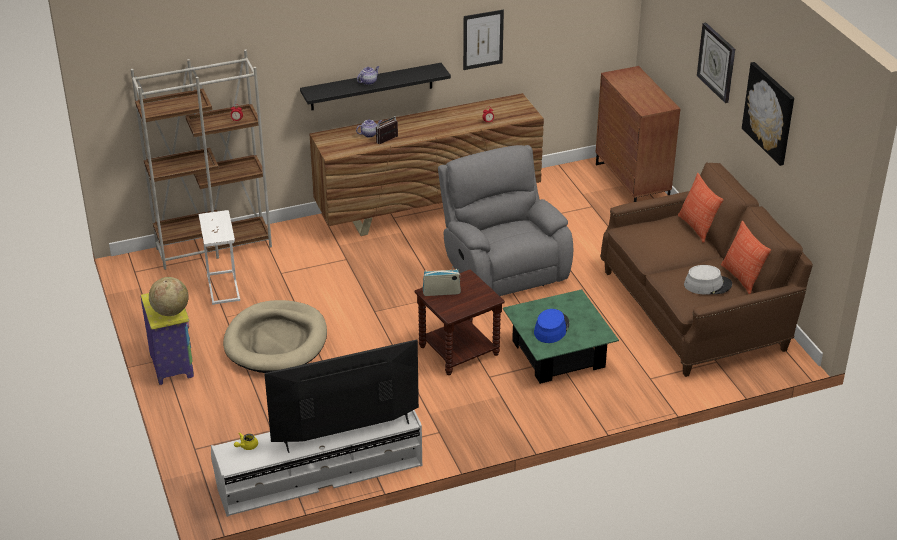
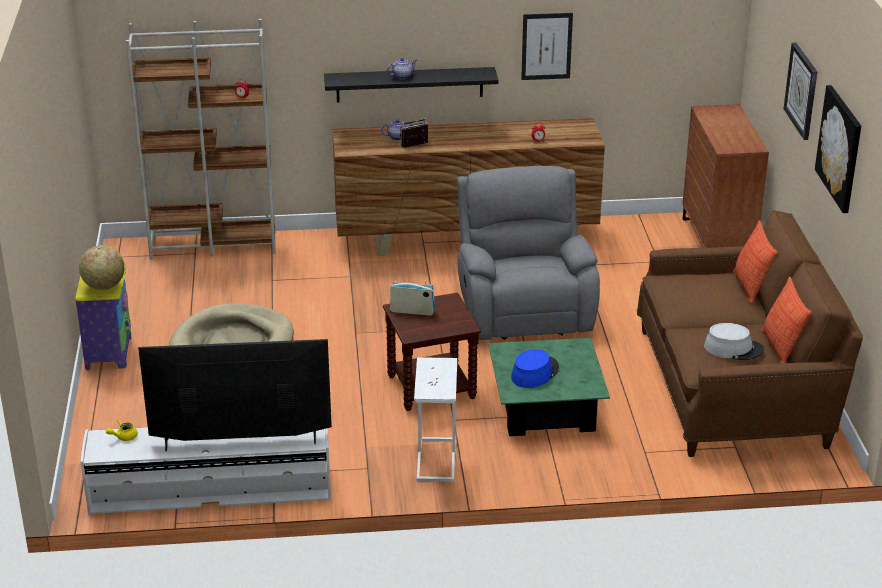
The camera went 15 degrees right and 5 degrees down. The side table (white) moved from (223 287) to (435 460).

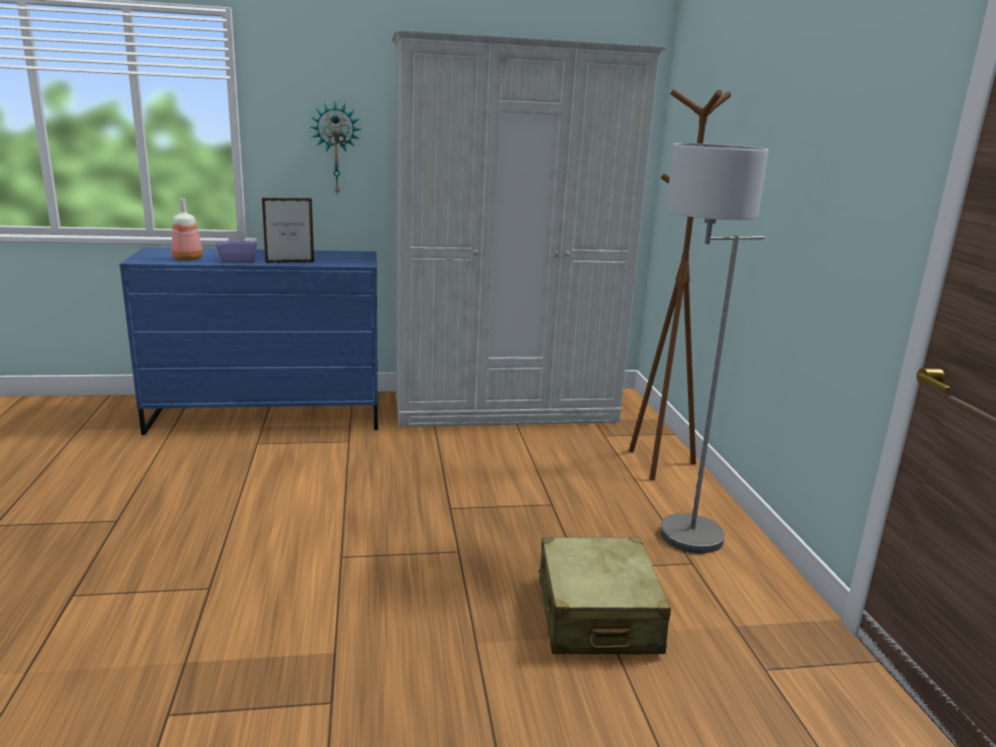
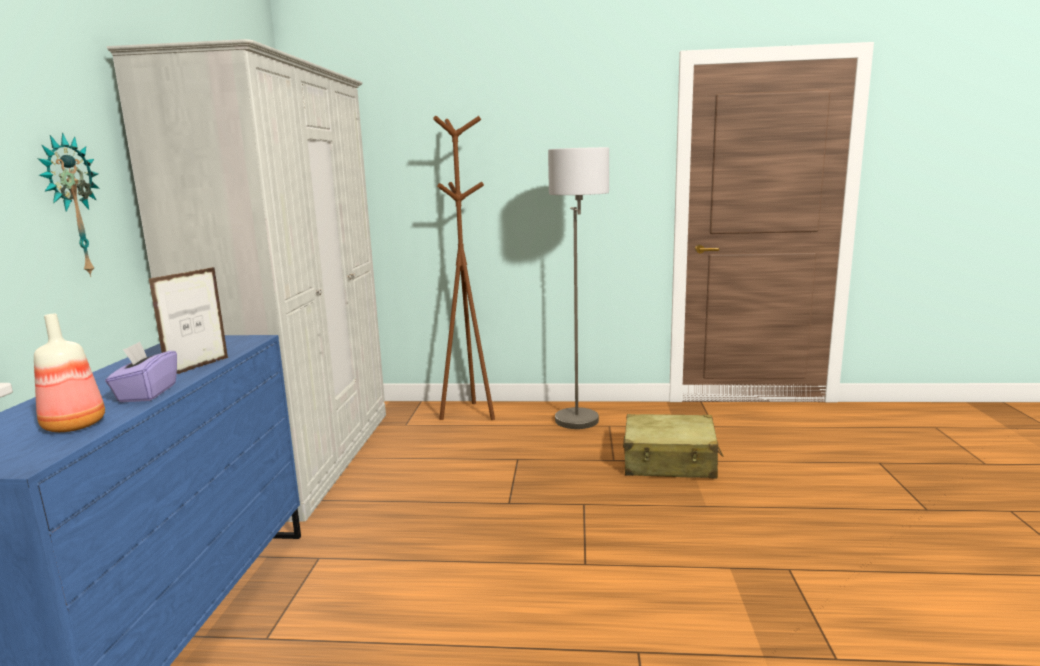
The camera went 75 degrees left and 5 degrees down. The picture frame at (289 262) turned 150 degrees counterclockwise.

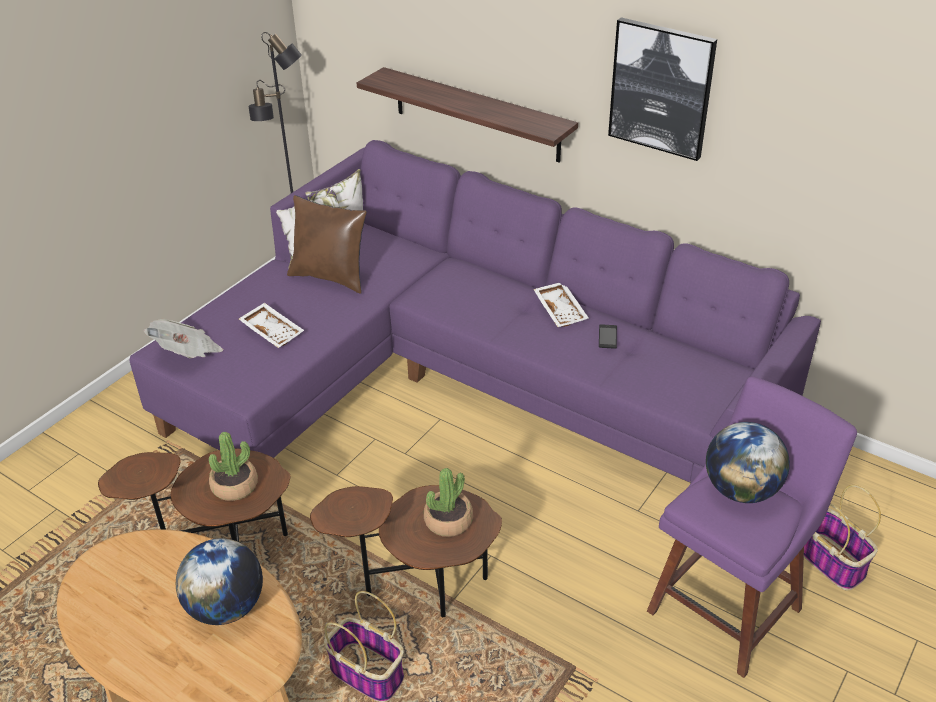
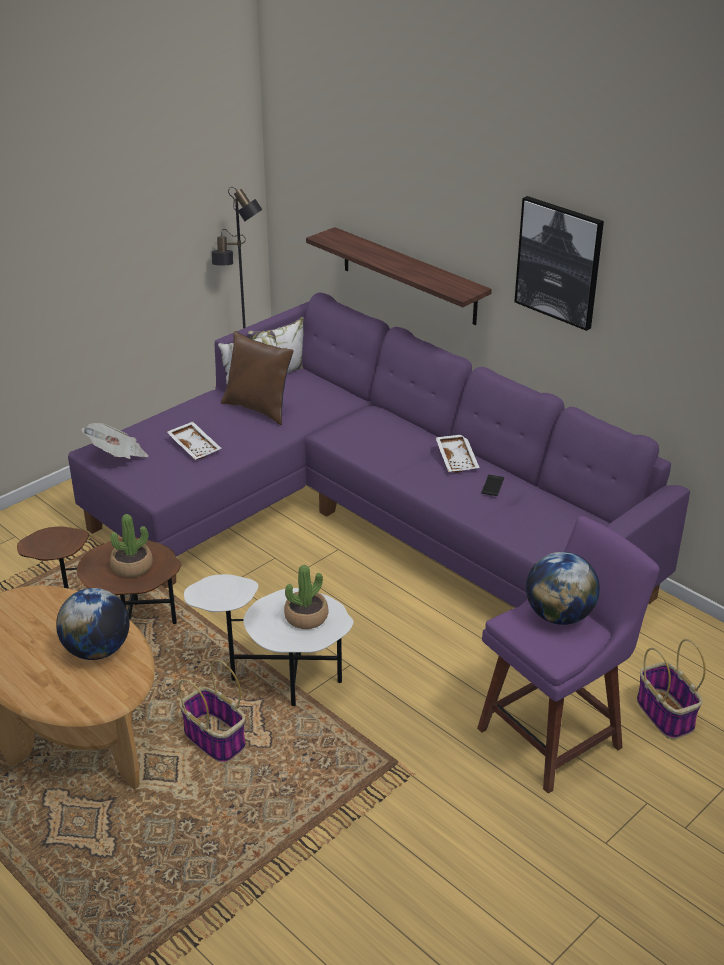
The camera went 10 degrees right and 5 degrees down. The side table (brown) at (420 588) became the side table (white) at (280 681).

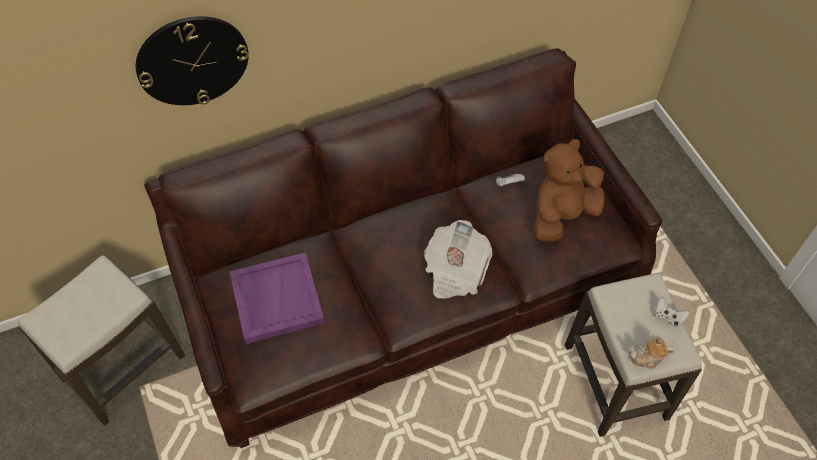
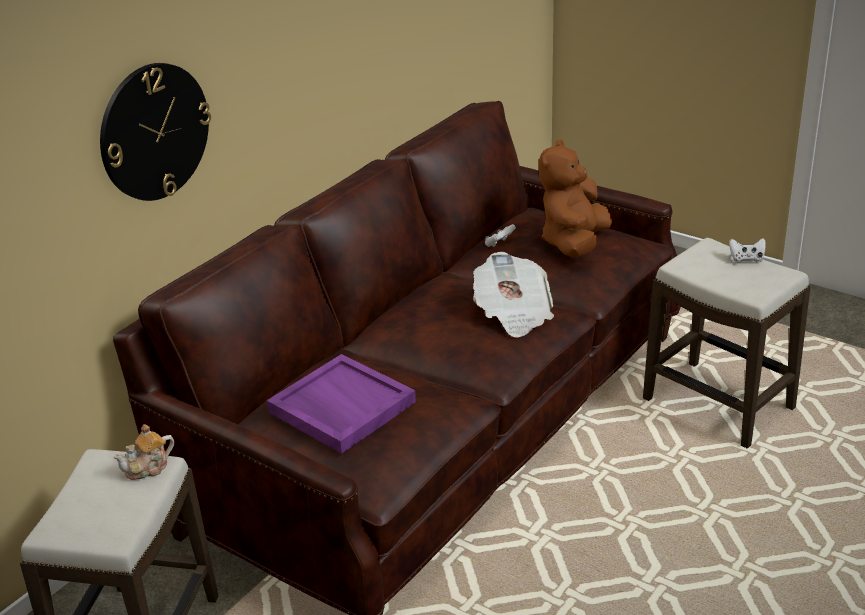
The camera went 30 degrees left and 25 degrees down. The teapot moved from (647 358) to (148 468).

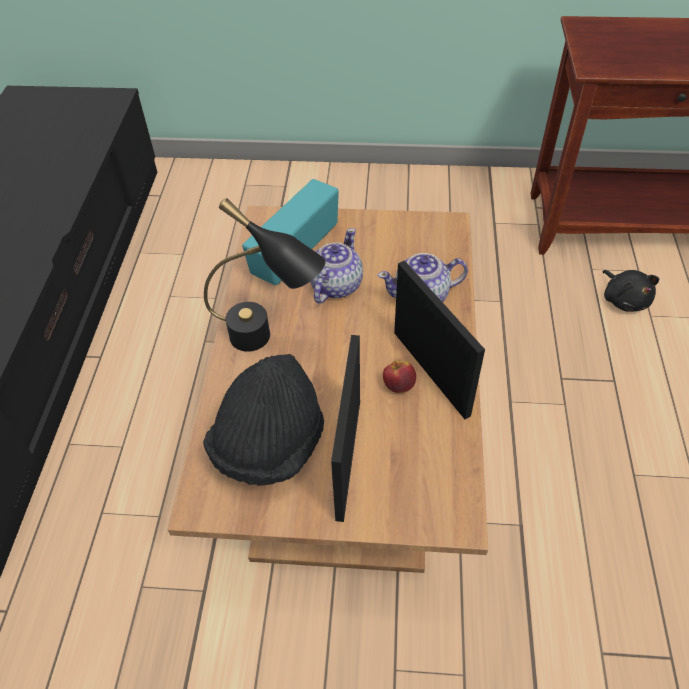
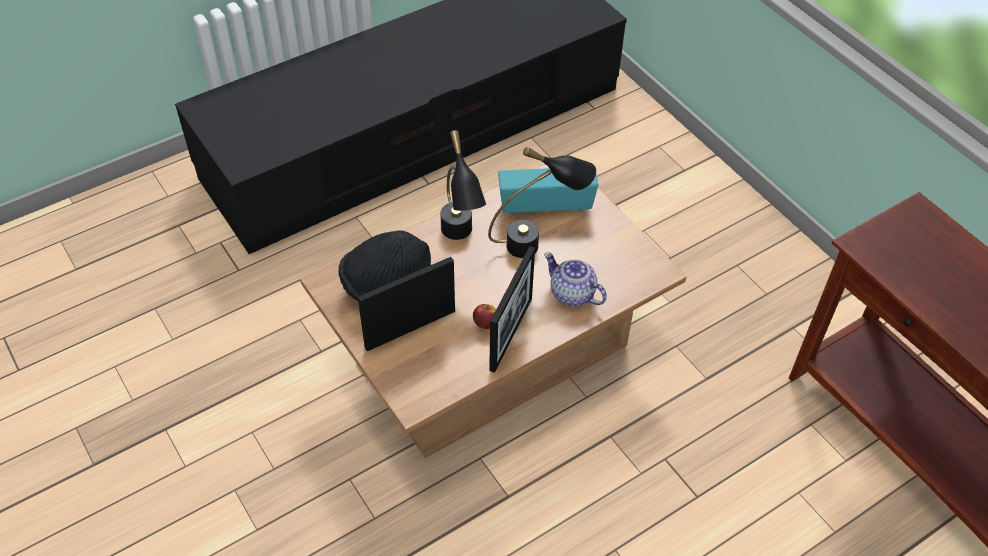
The camera went 50 degrees right and 0 degrees up. The teapot at (335 285) was replaced by the table lamp (black) at (538 243). The plush toy (black) at (624 299) disappeared.

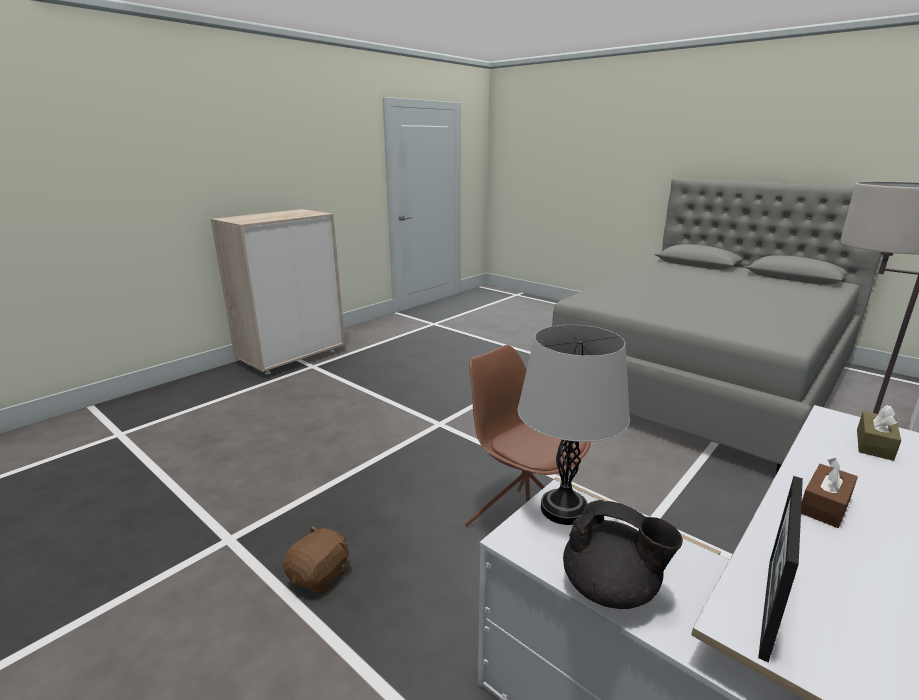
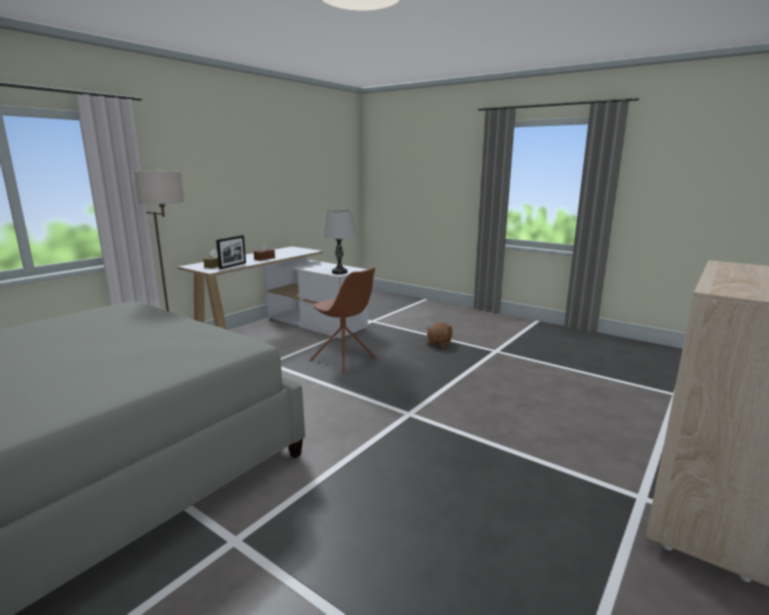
The camera went 175 degrees right and 5 degrees down. The teapot (black) at (611 589) disappeared. The picture frame moved from (769 606) to (233 266).

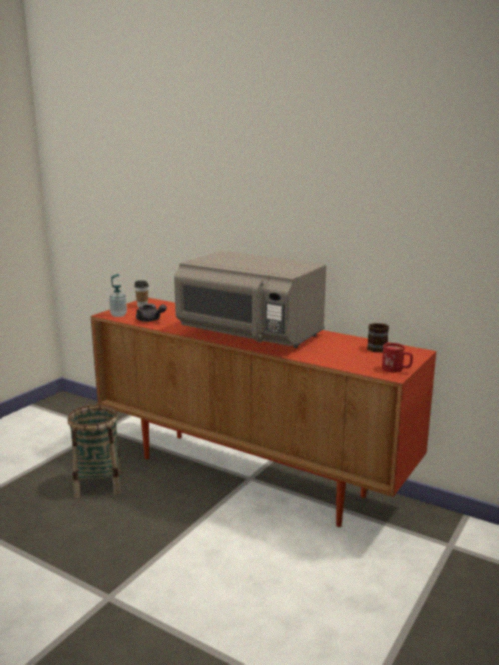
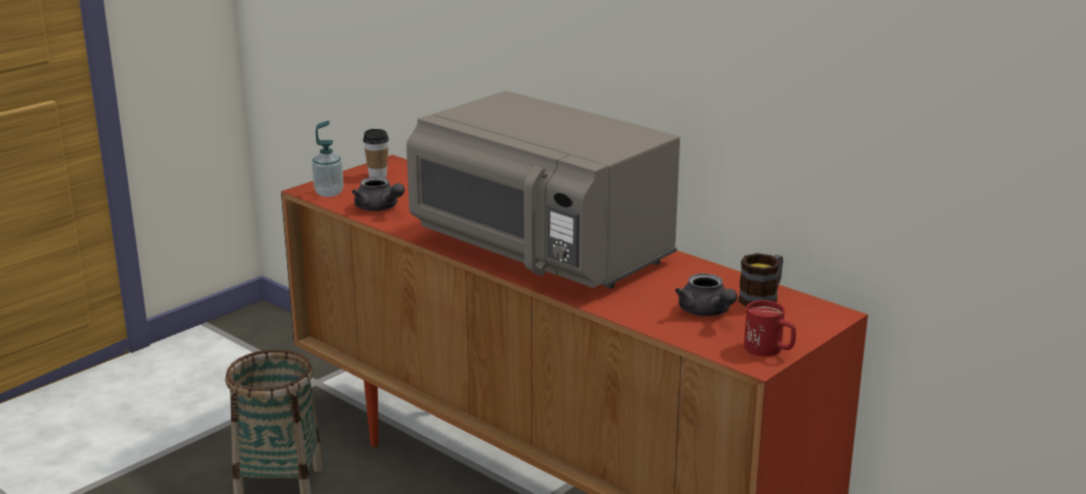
The camera went 10 degrees right and 5 degrees up. The teapot (grey) at (707 312) appeared.

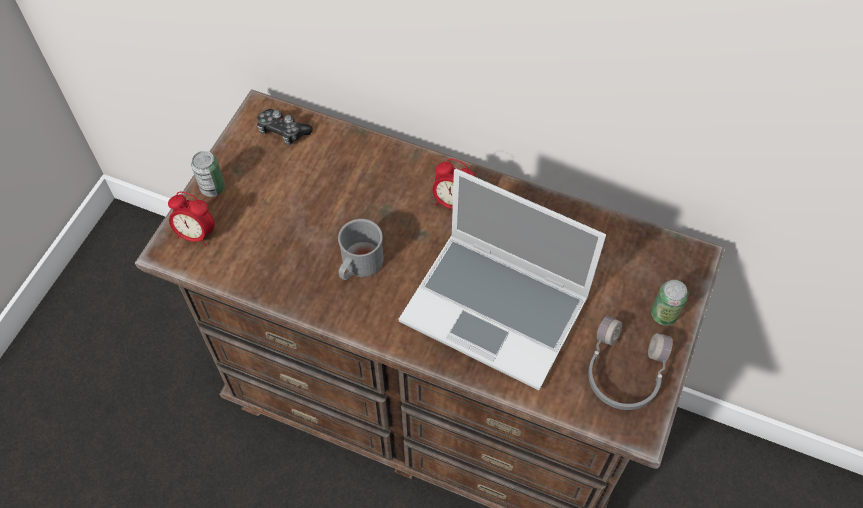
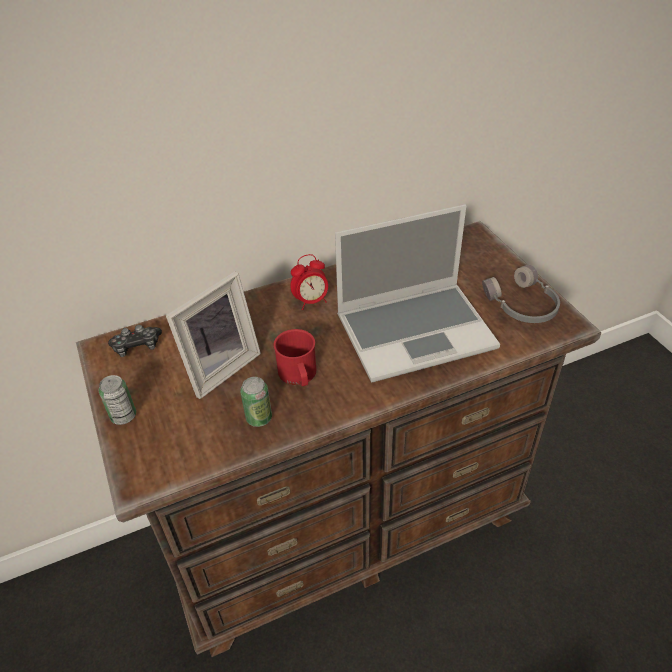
The camera went 45 degrees left and 15 degrees down. The alarm clock at (196 234) disappeared. The mug (grey) at (359 265) became the mug (red) at (299 376). The can moved from (664 314) to (259 418). The picture frame at (219 367) appeared.

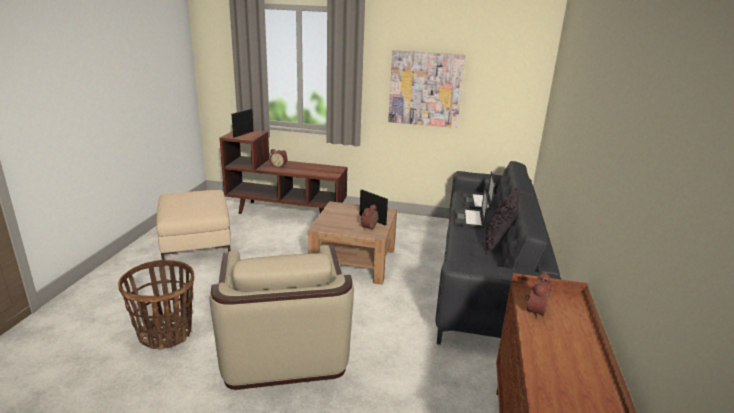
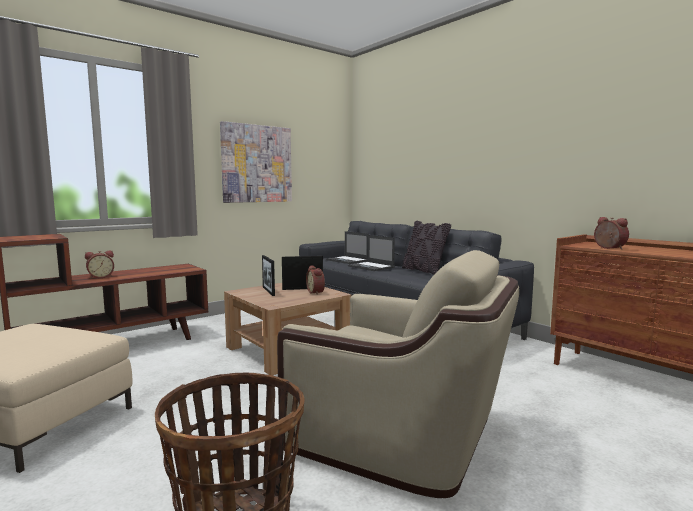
The camera went 50 degrees left and 15 degrees down. The picture frame moved from (243 134) to (268 291).

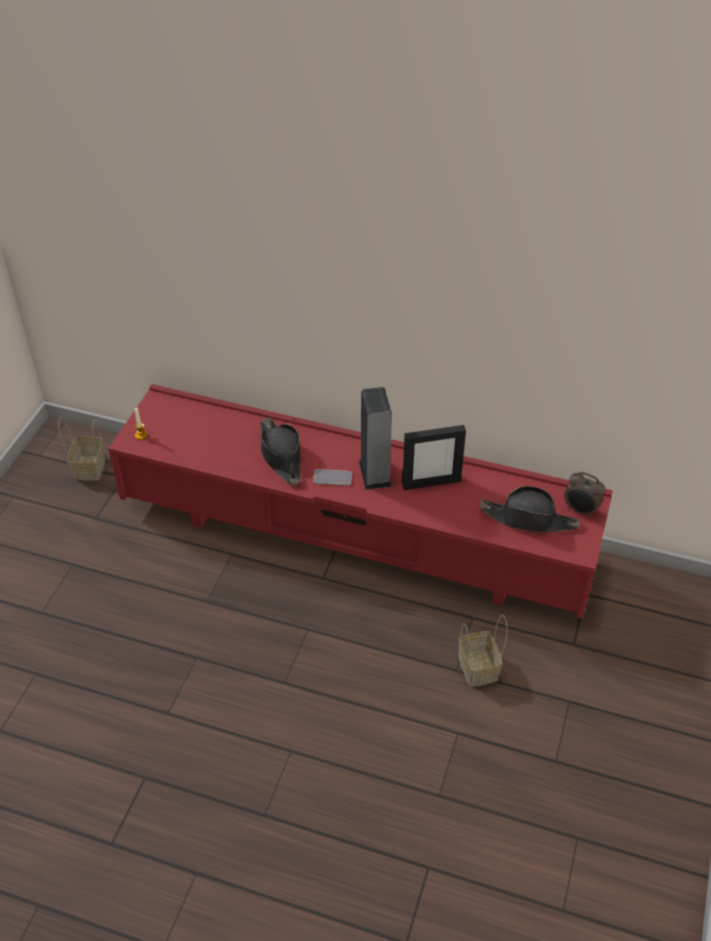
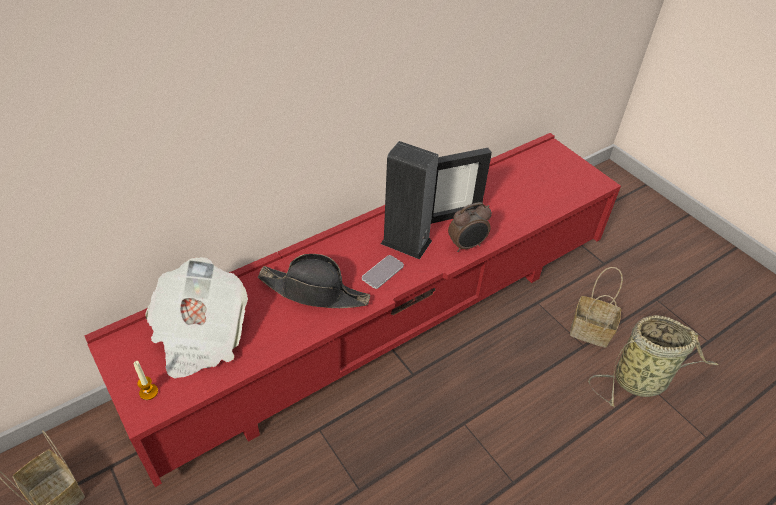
The camera went 55 degrees left and 0 degrees up. The picture frame at (431 482) turned 45 degrees clockwise. The hat (black) at (529 519) disappeared. The alarm clock moved from (580 510) to (467 246). The newspaper at (200 335) appeared. The basket at (642 380) appeared.

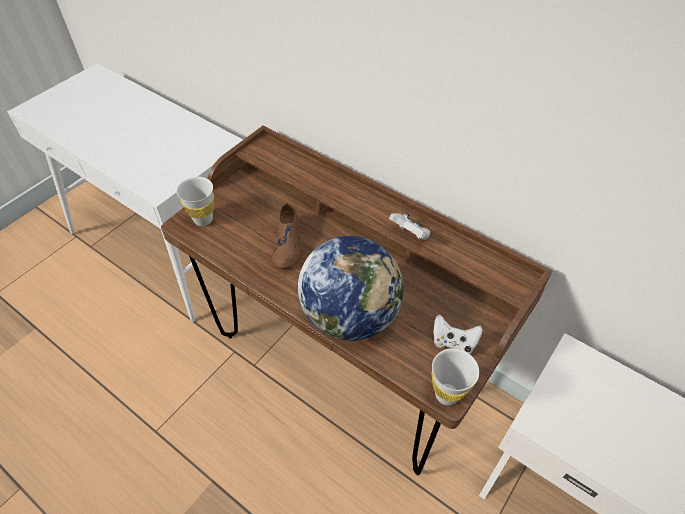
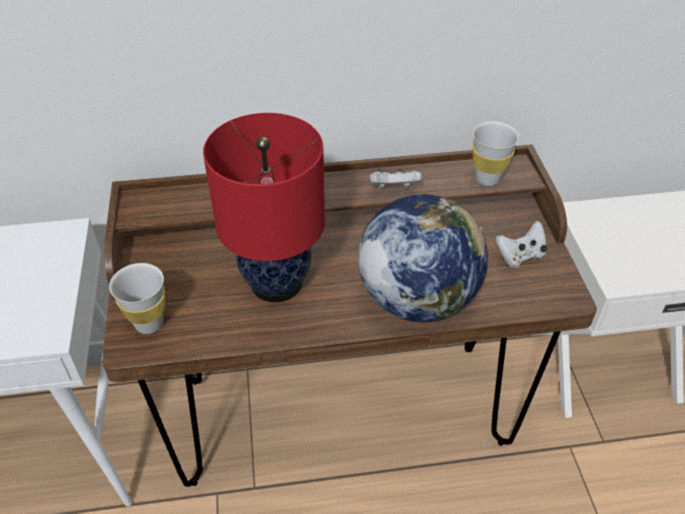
The camera went 45 degrees left and 5 degrees down. The shoe (brown) at (288 244) was replaced by the table lamp (red) at (276 282). The cup (white) moved from (447 394) to (487 179).

